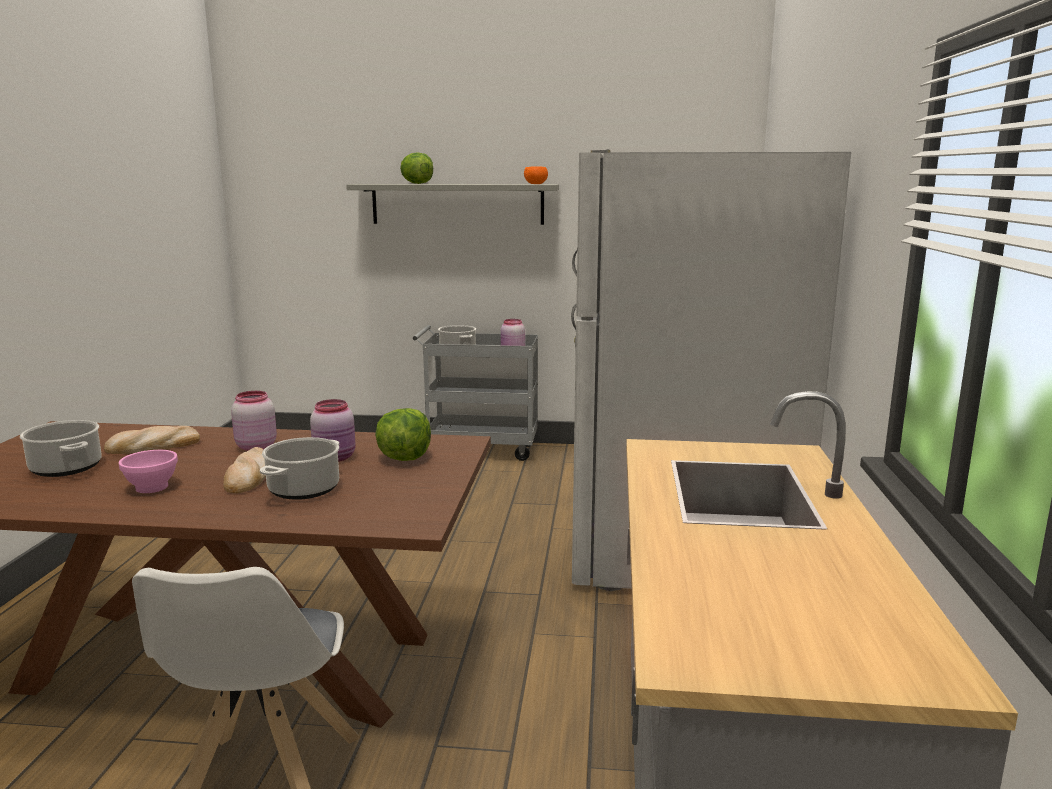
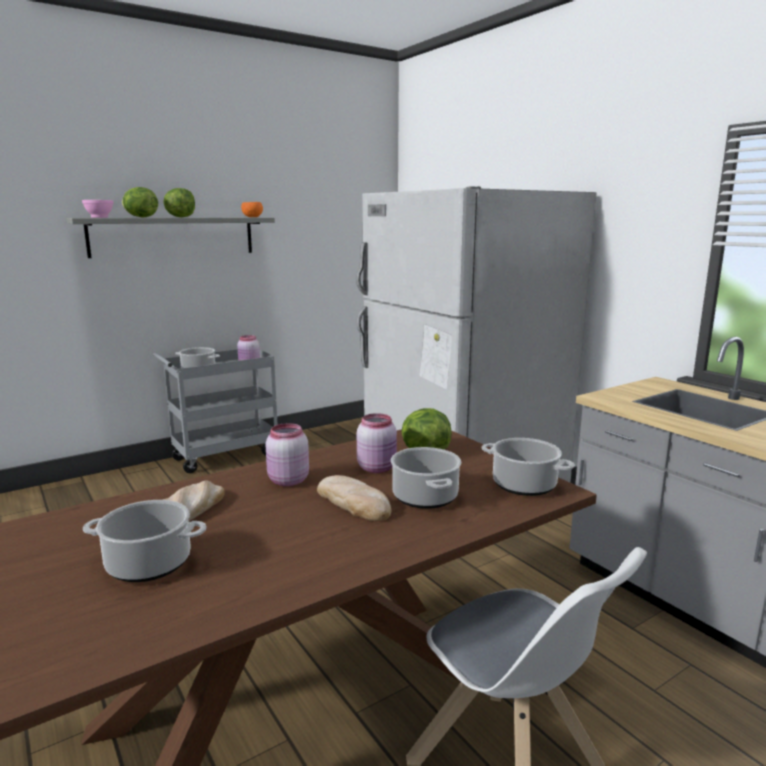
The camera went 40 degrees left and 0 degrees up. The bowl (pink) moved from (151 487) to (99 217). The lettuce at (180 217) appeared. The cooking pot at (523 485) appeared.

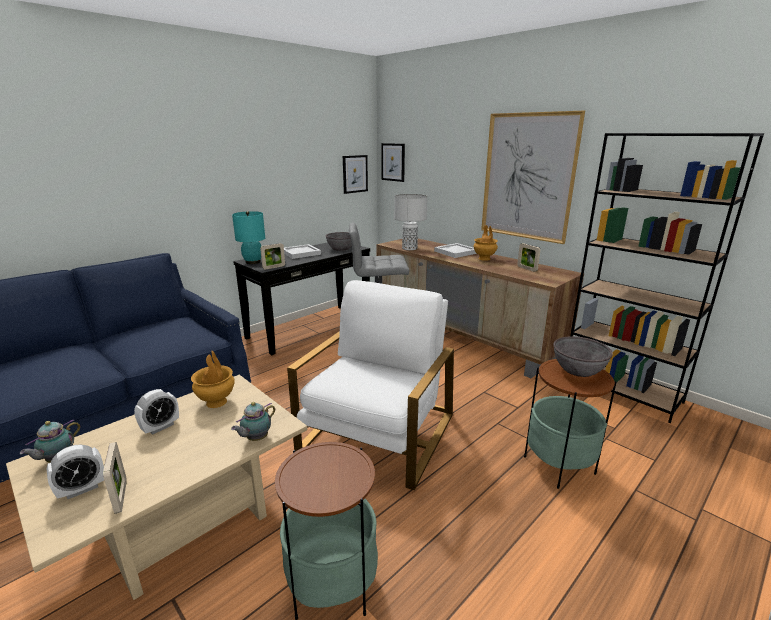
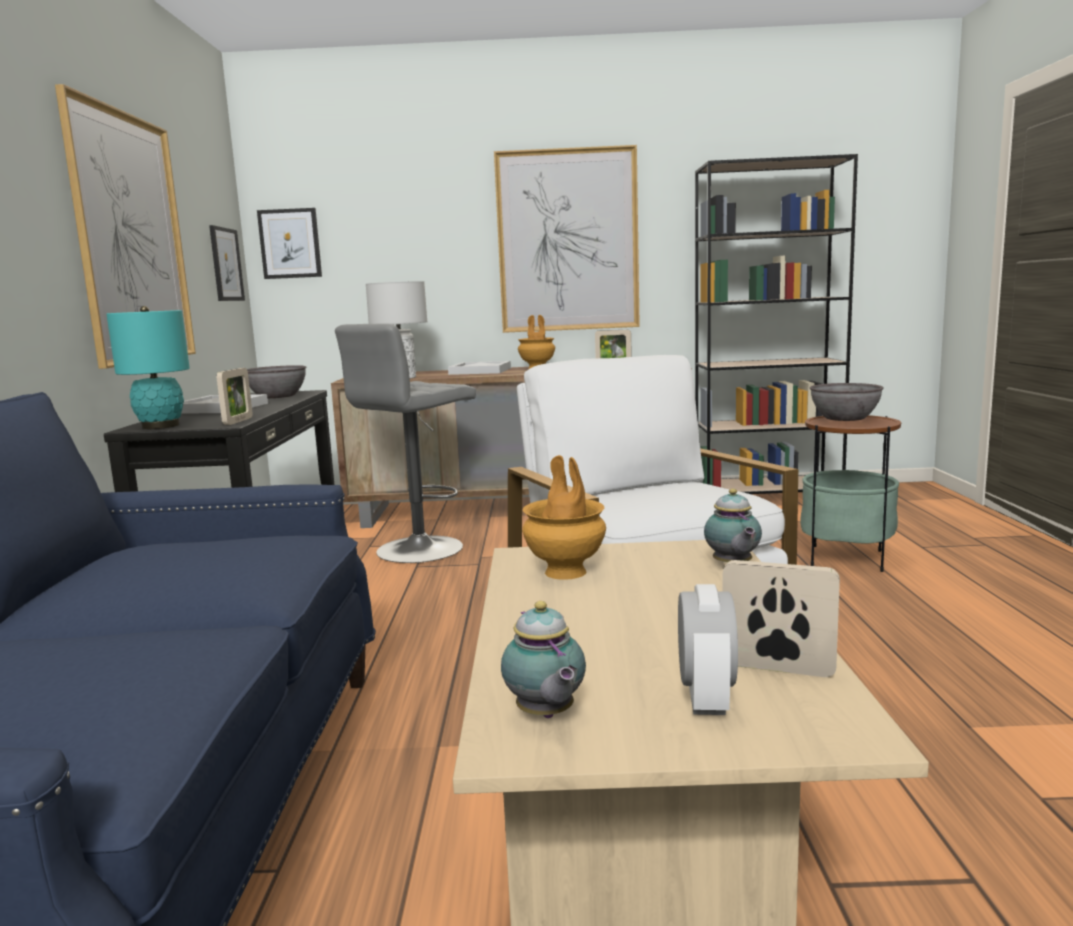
The camera went 45 degrees left and 10 degrees down. The alarm clock at (160 427) disappeared. The side table at (332 584) disappeared. The picture at (132 239) appeared.

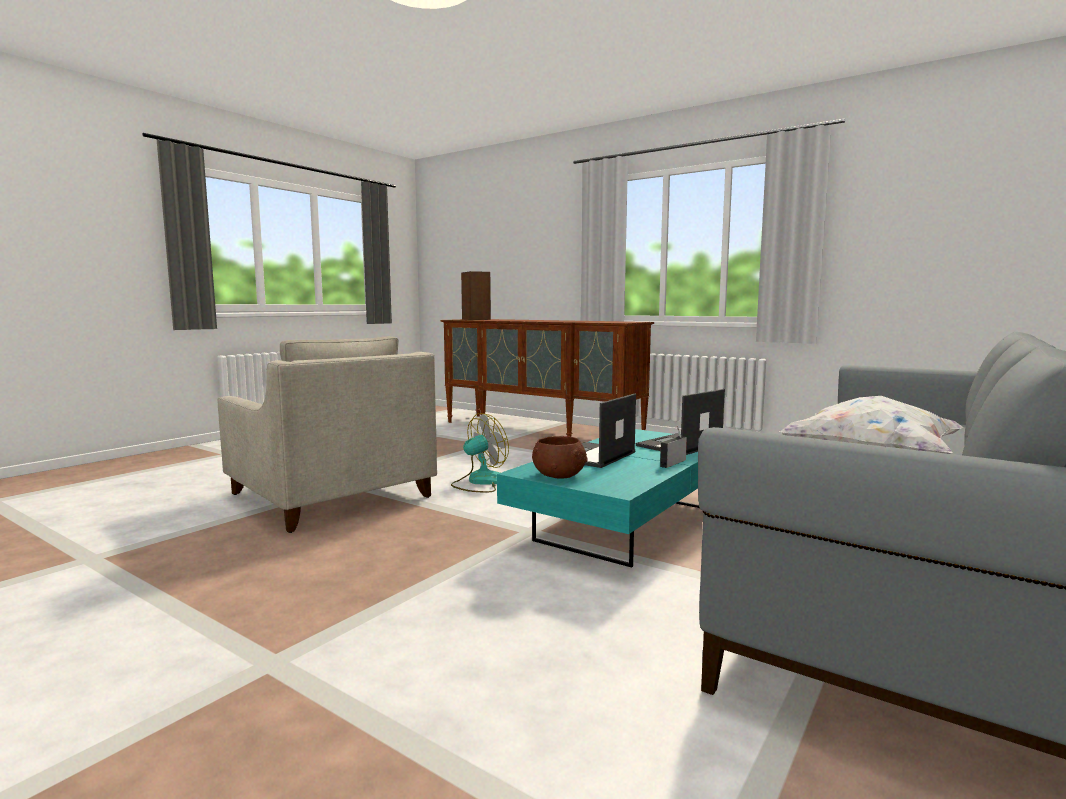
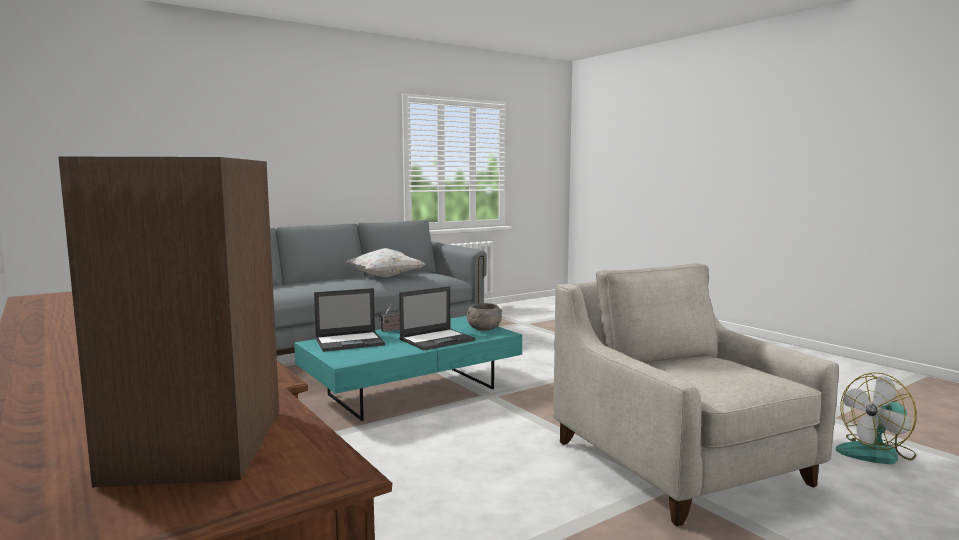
The camera went 160 degrees left and 0 degrees up. The fan moved from (480 482) to (877 453). The bowl (brown) at (559 475) became the bowl (grey) at (483 329).

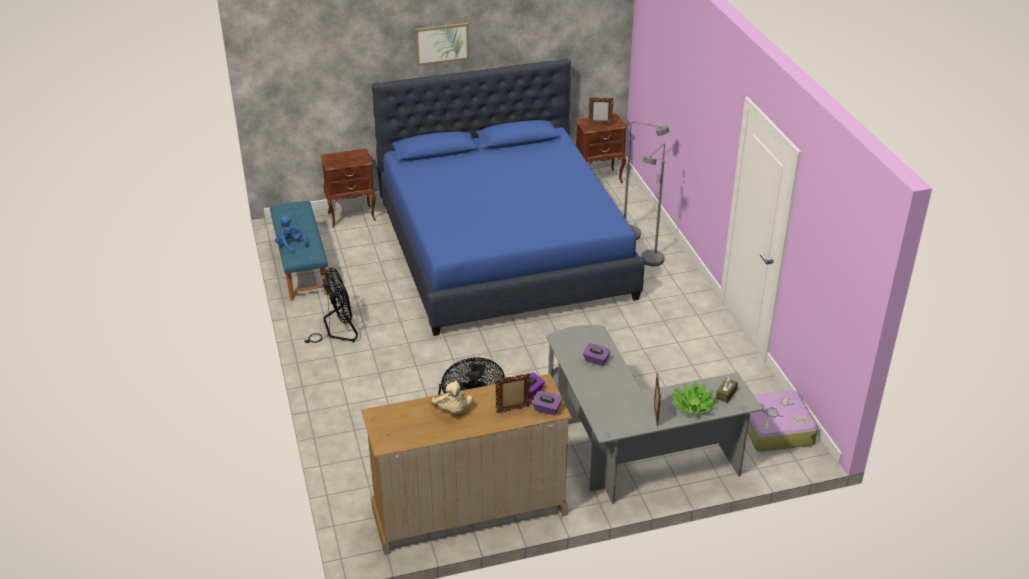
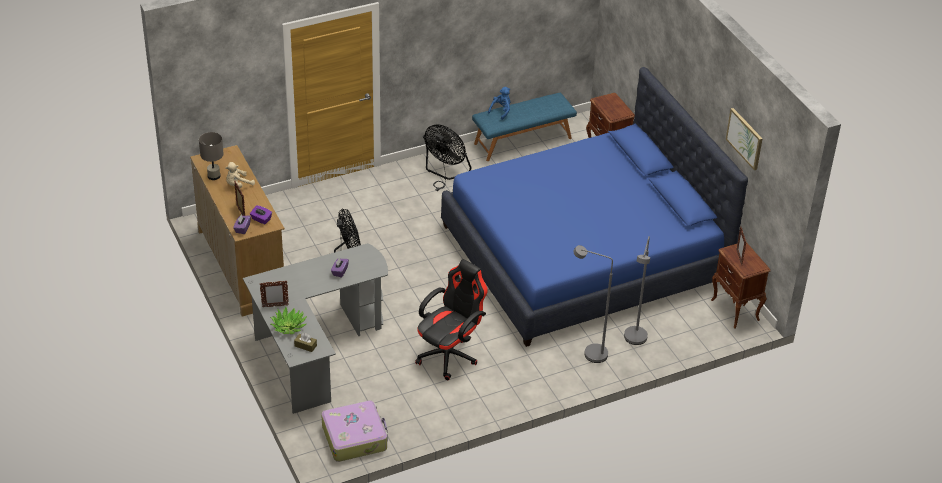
The camera went 80 degrees right and 5 degrees up. The fan (black) at (336 328) turned 120 degrees counterclockwise. The picture moved from (442 43) to (745 138). The table lamp (grey) at (213 176) appeared. The office chair (black) at (450 355) appeared.

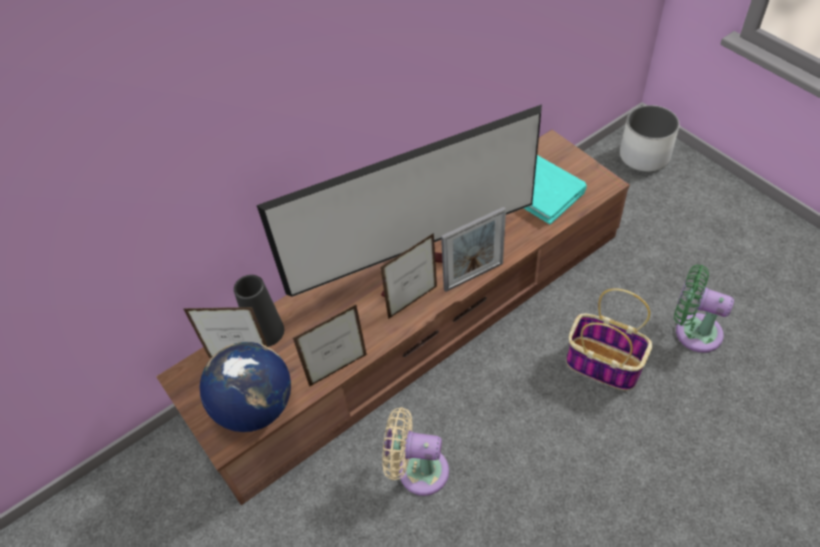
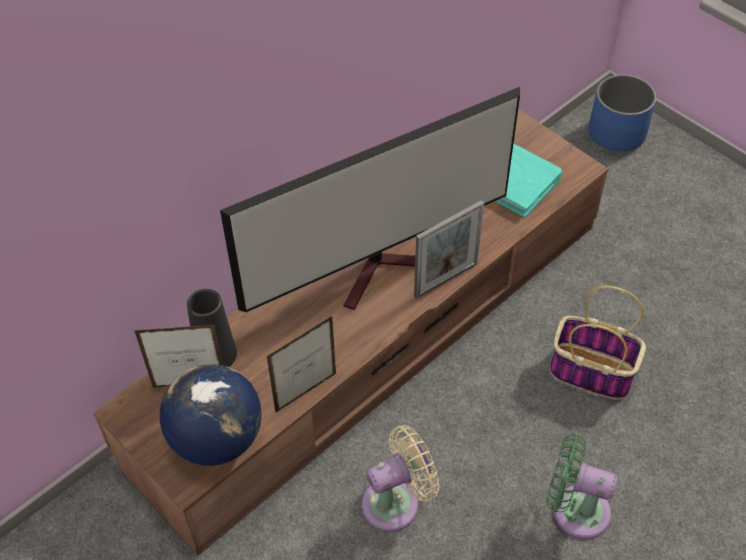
The camera went 10 degrees left and 0 degrees up. The picture frame at (413 302) disappeared. The fan (beige) at (417 470) turned 150 degrees clockwise. The planter (white) at (644 156) became the planter (blue) at (617 133). The fan (green) moved from (693 331) to (574 509).

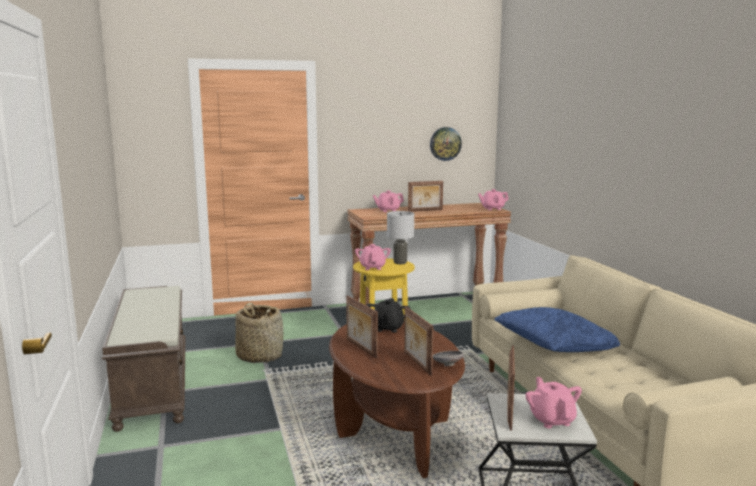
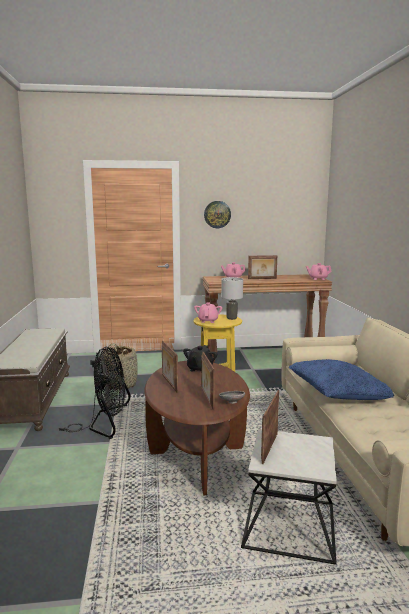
The camera went 10 degrees right and 0 degrees up. The wall clock moved from (445 144) to (217 214). The teapot (pink) at (552 420) disappeared. The fan (black) at (104 422) appeared.

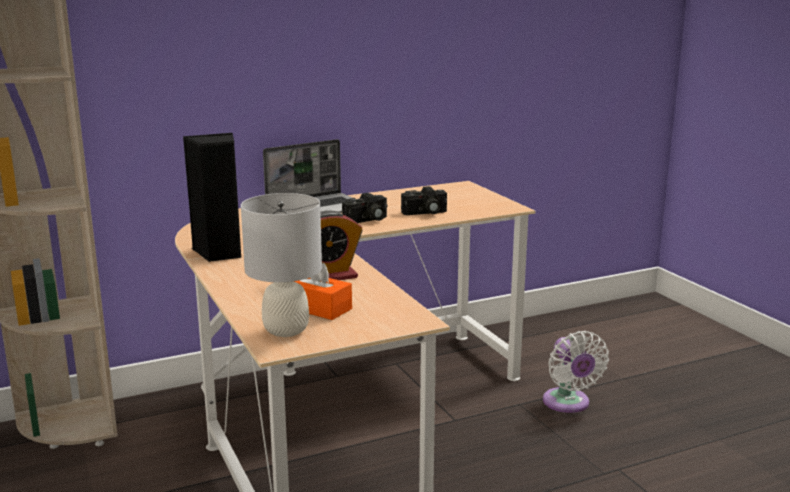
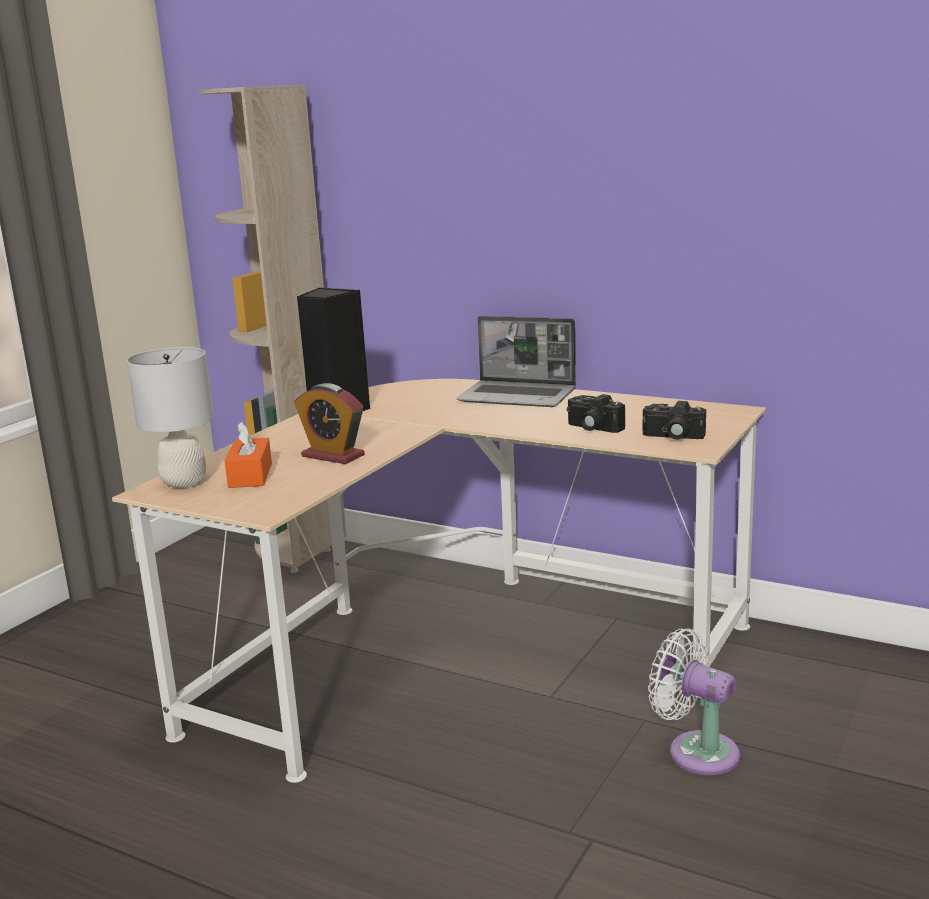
The camera went 55 degrees right and 0 degrees up. The photo camera moved from (367 220) to (672 437). The fan (white) at (568 404) turned 90 degrees clockwise.

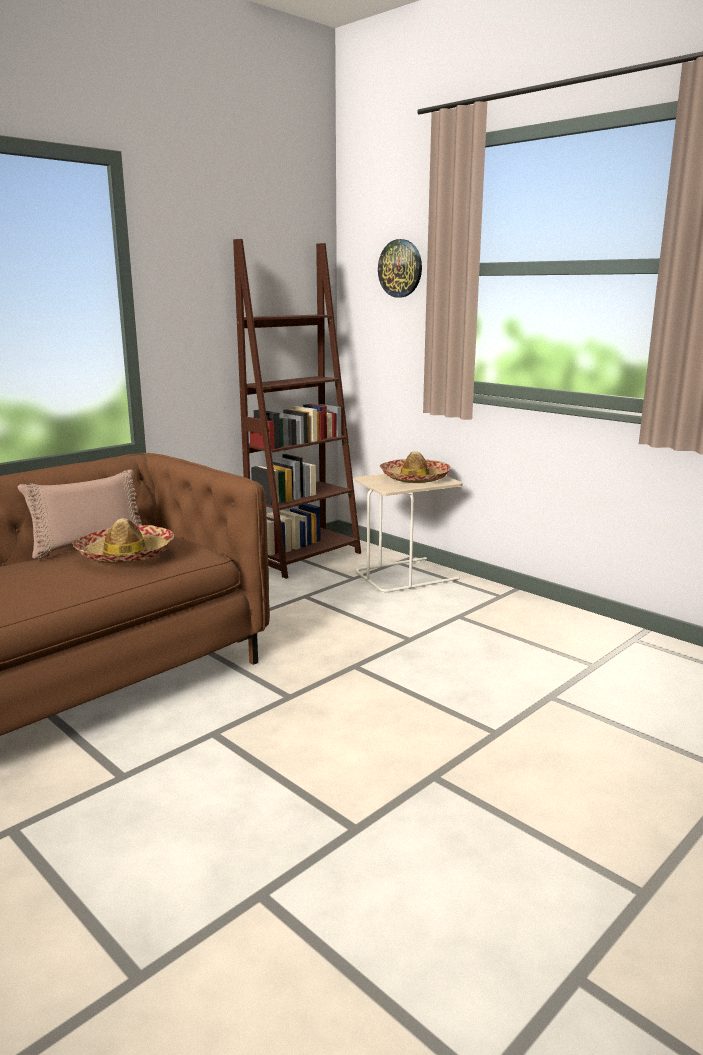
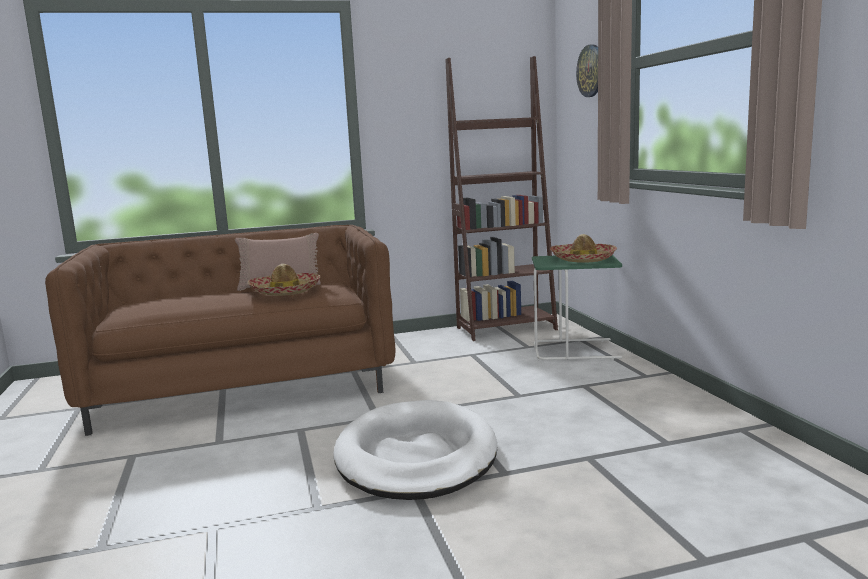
The camera went 30 degrees right and 5 degrees down. The side table (beige) at (406 575) became the side table (green) at (576 350). The dog bed (white) at (416 456) appeared.

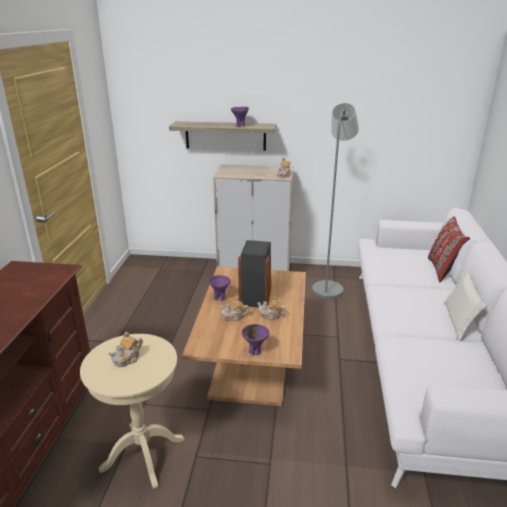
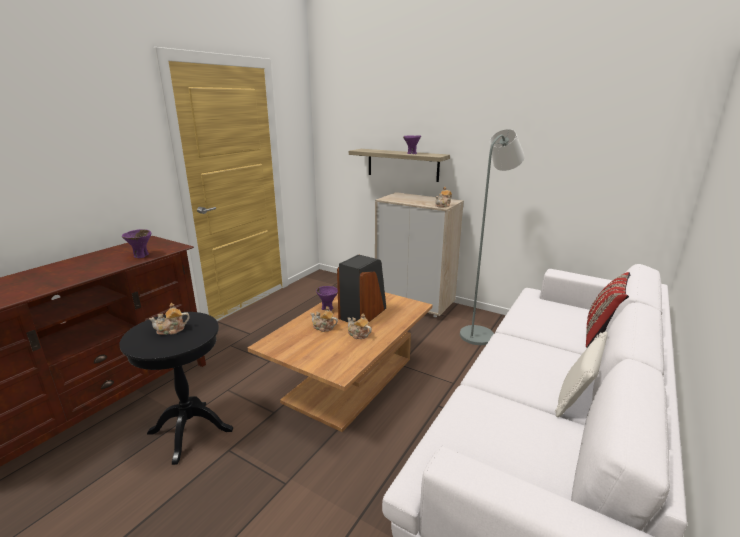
The camera went 25 degrees right and 5 degrees down. The side table (beige) at (143 454) became the side table (black) at (190 431). The bowl (purple) moved from (255 351) to (141 256).

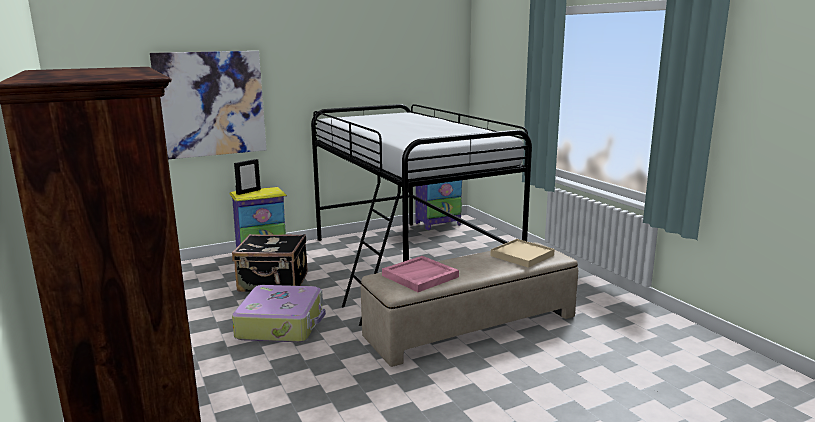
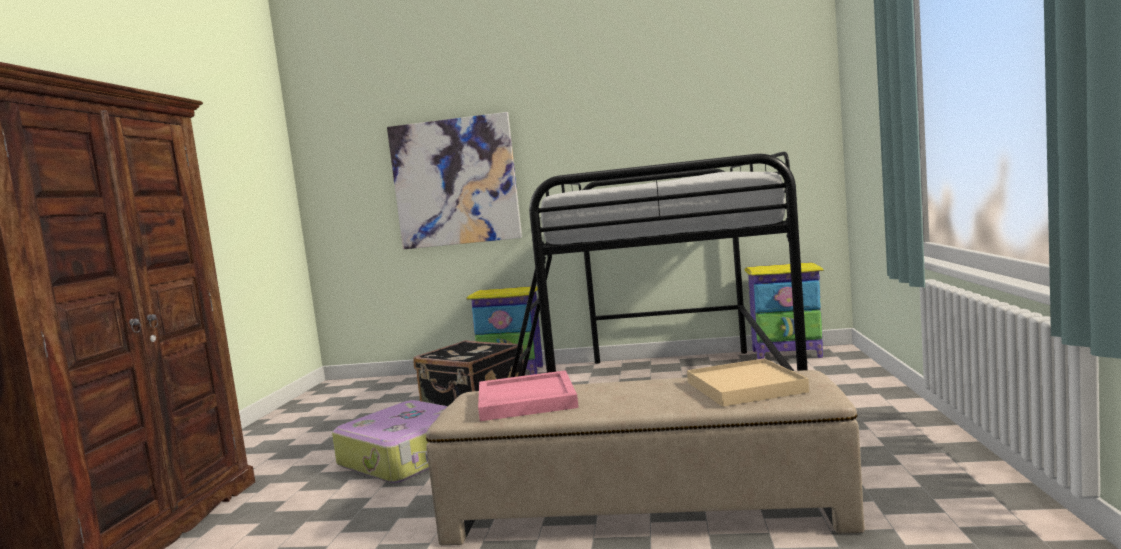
The camera went 35 degrees right and 10 degrees down. The picture frame at (248 191) disappeared.

